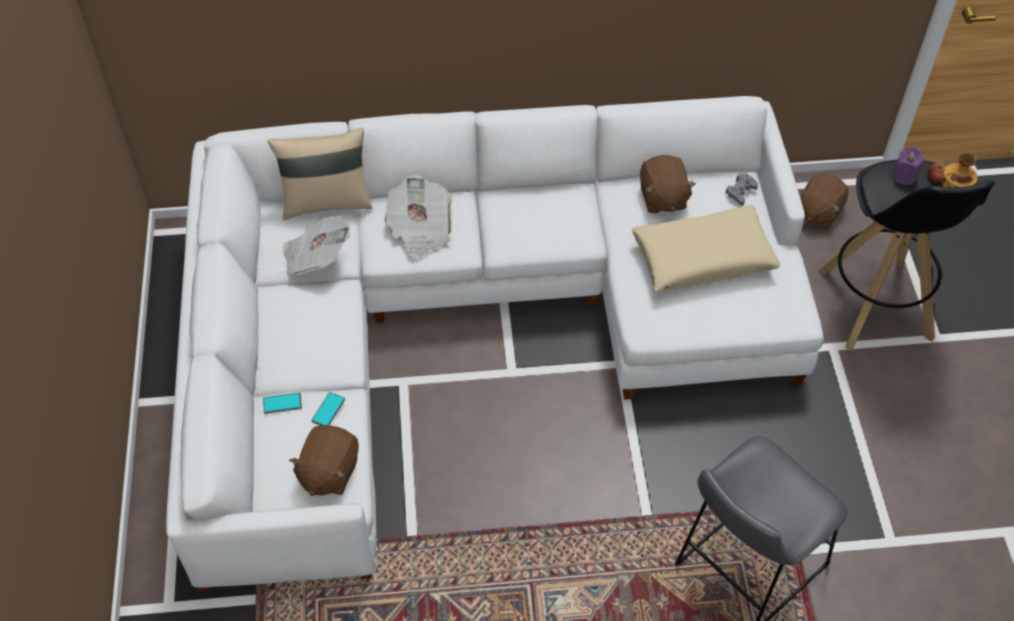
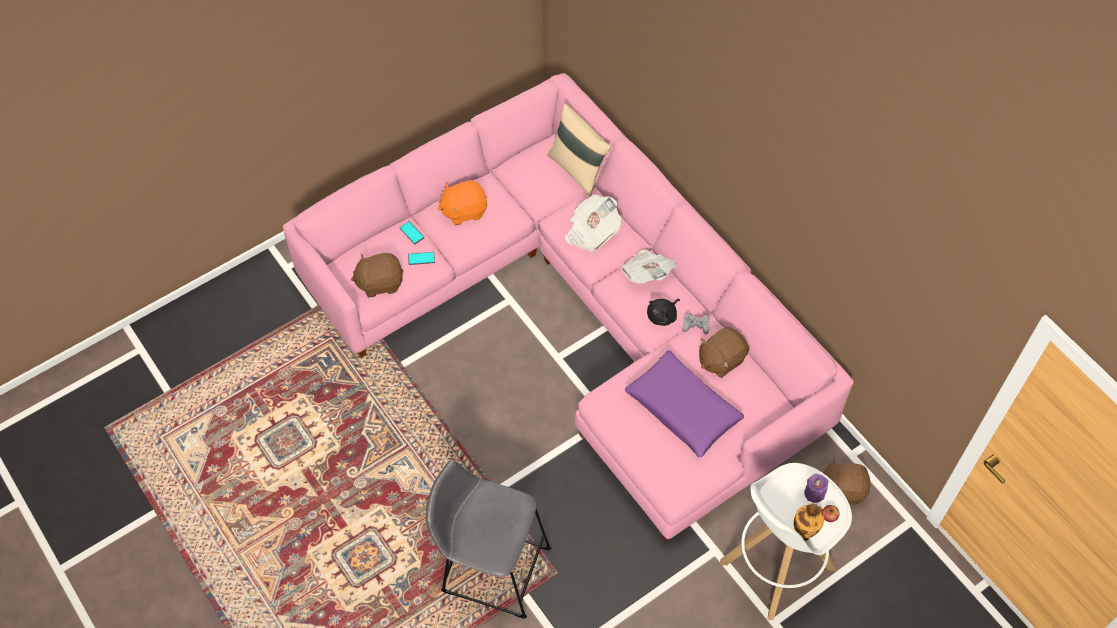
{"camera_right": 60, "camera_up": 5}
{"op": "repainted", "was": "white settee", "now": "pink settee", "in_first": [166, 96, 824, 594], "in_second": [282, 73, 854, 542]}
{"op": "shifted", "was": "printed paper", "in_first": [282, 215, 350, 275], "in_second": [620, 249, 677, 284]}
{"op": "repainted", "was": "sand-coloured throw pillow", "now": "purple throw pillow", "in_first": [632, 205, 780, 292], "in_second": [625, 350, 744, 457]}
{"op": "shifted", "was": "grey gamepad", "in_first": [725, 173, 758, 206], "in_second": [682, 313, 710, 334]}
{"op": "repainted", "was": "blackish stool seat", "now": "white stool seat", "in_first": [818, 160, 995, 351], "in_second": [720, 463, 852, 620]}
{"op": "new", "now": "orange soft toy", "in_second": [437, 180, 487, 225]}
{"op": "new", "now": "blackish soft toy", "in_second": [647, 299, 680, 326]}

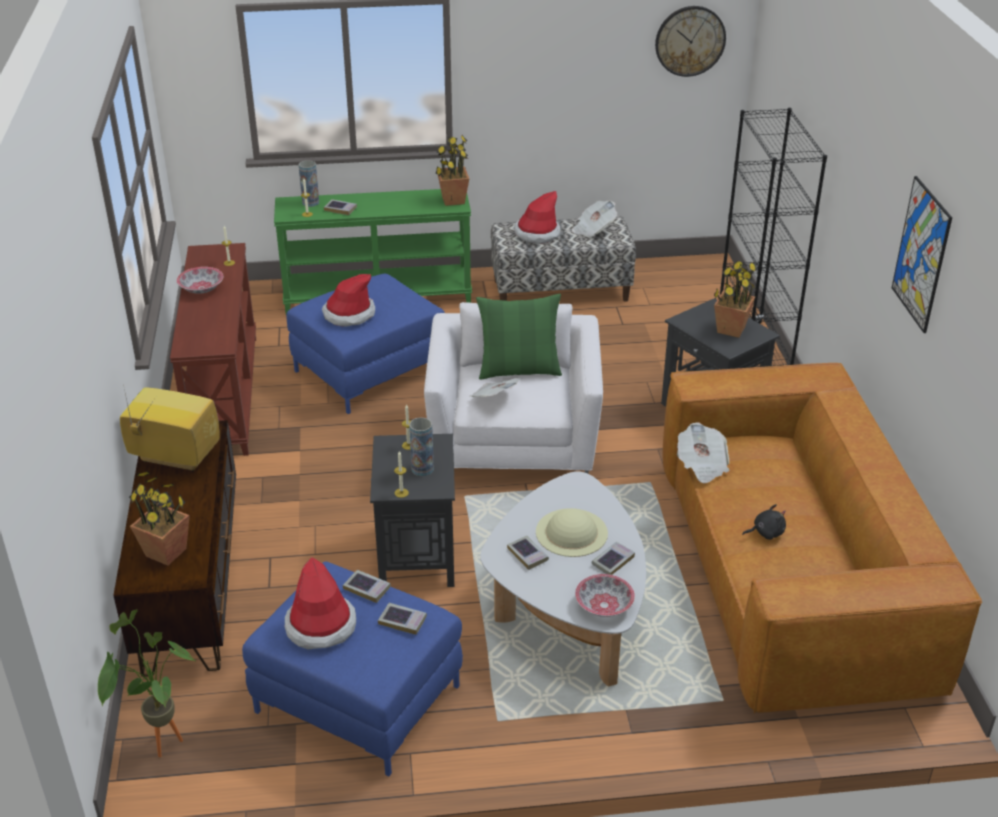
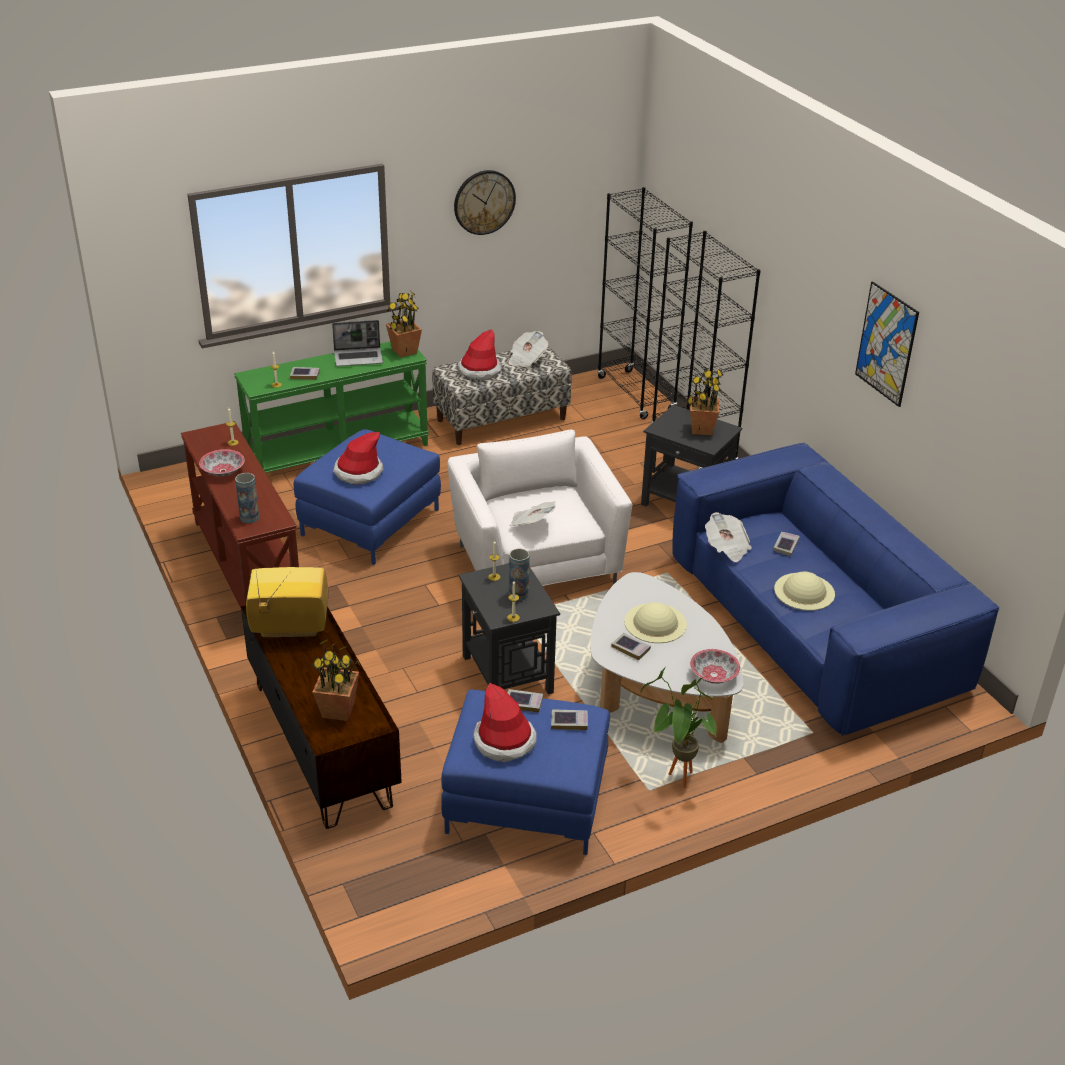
{"camera_right": -20, "camera_up": 0}
{"op": "shifted", "was": "plant in a pot", "in_first": [98, 609, 197, 757], "in_second": [640, 668, 717, 788]}
{"op": "shifted", "was": "vase", "in_first": [299, 160, 319, 207], "in_second": [235, 473, 259, 523]}
{"op": "gone", "was": "greenish throw pillow", "in_first": [476, 294, 562, 379]}
{"op": "shifted", "was": "volume", "in_first": [591, 542, 635, 575], "in_second": [773, 532, 800, 556]}
{"op": "shifted", "was": "clock on the wall", "in_first": [655, 6, 726, 77], "in_second": [454, 170, 516, 235]}
{"op": "repainted", "was": "brown settee", "now": "bluish settee", "in_first": [663, 363, 982, 713], "in_second": [672, 443, 999, 736]}
{"op": "swapped", "was": "blackish soft toy", "now": "sand-coloured wearable hat", "in_first": [742, 504, 786, 540], "in_second": [774, 572, 835, 611]}
{"op": "new", "now": "portable computer", "in_second": [332, 320, 383, 366]}
{"op": "new", "now": "blackish bookshelf", "in_second": [597, 187, 693, 419]}

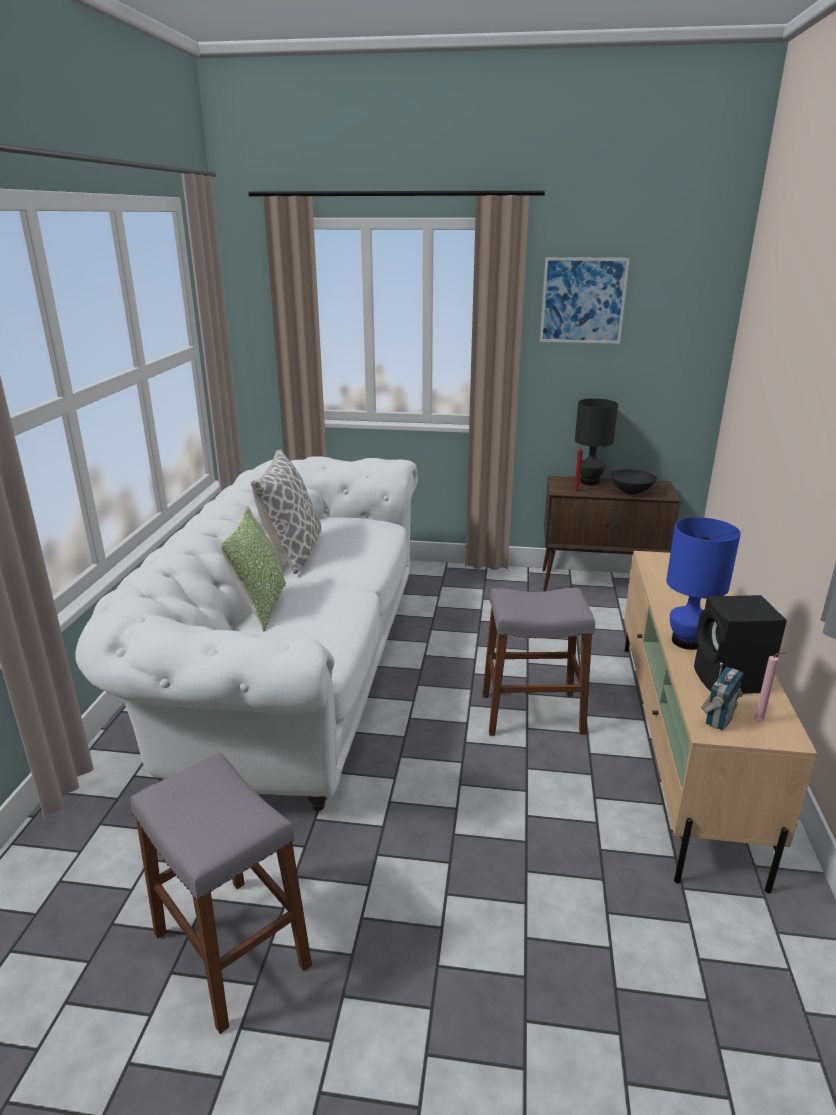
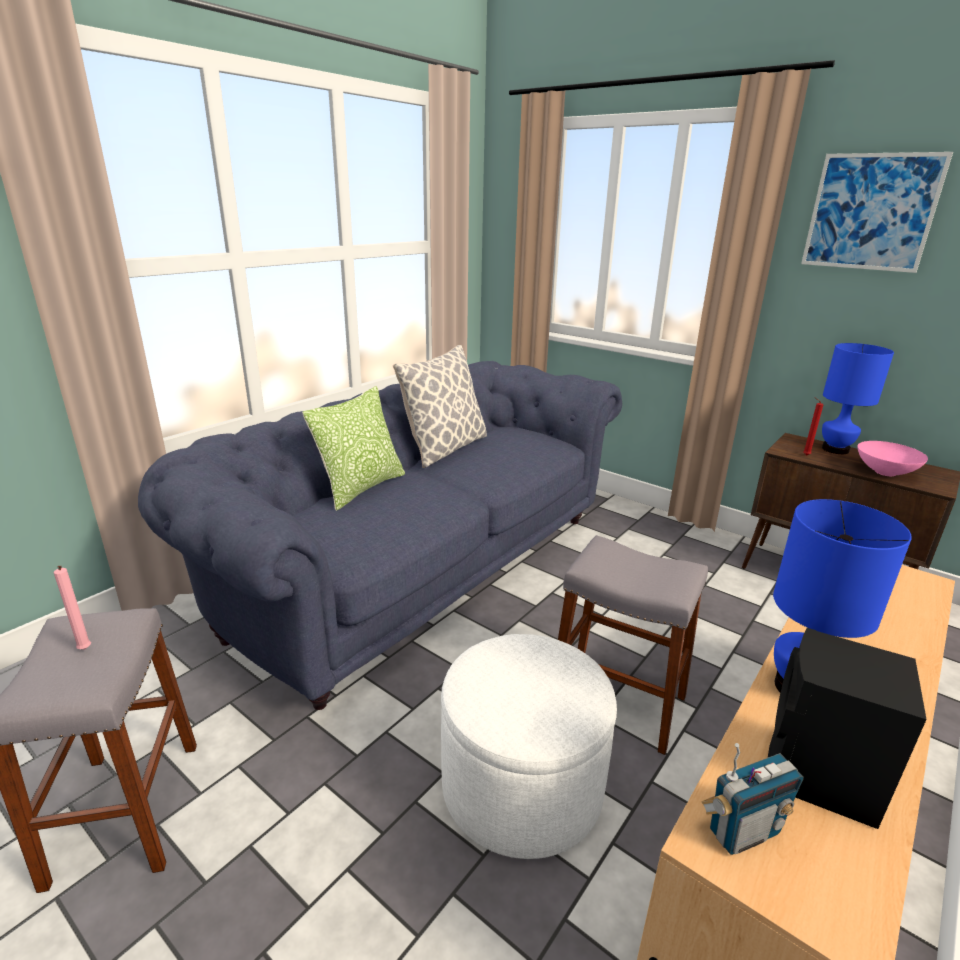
{"camera_right": 30, "camera_up": 0}
{"op": "repainted", "was": "white settee", "now": "bluish settee", "in_first": [75, 456, 418, 811], "in_second": [138, 361, 622, 710]}
{"op": "repainted", "was": "blackish lamp for a table", "now": "bluish lamp for a table", "in_first": [575, 399, 618, 485], "in_second": [822, 343, 894, 454]}
{"op": "repainted", "was": "blackish deep dish", "now": "pink deep dish", "in_first": [610, 469, 657, 495], "in_second": [857, 441, 928, 476]}
{"op": "shifted", "was": "pink wax candle", "in_first": [754, 652, 786, 722], "in_second": [53, 566, 91, 649]}
{"op": "new", "now": "white ottoman", "in_second": [441, 634, 617, 859]}

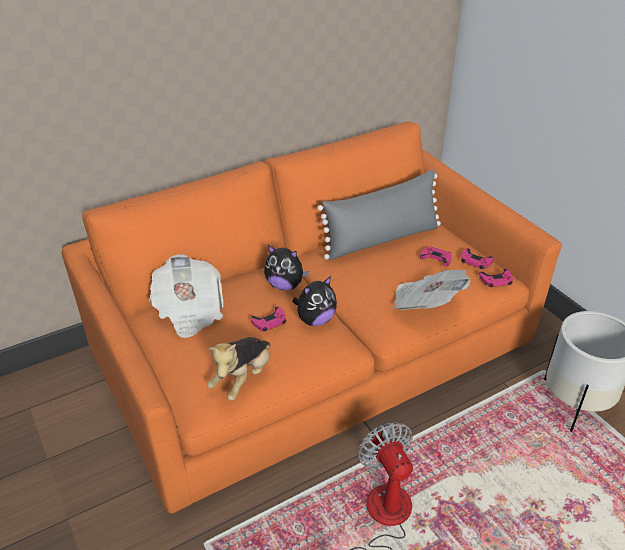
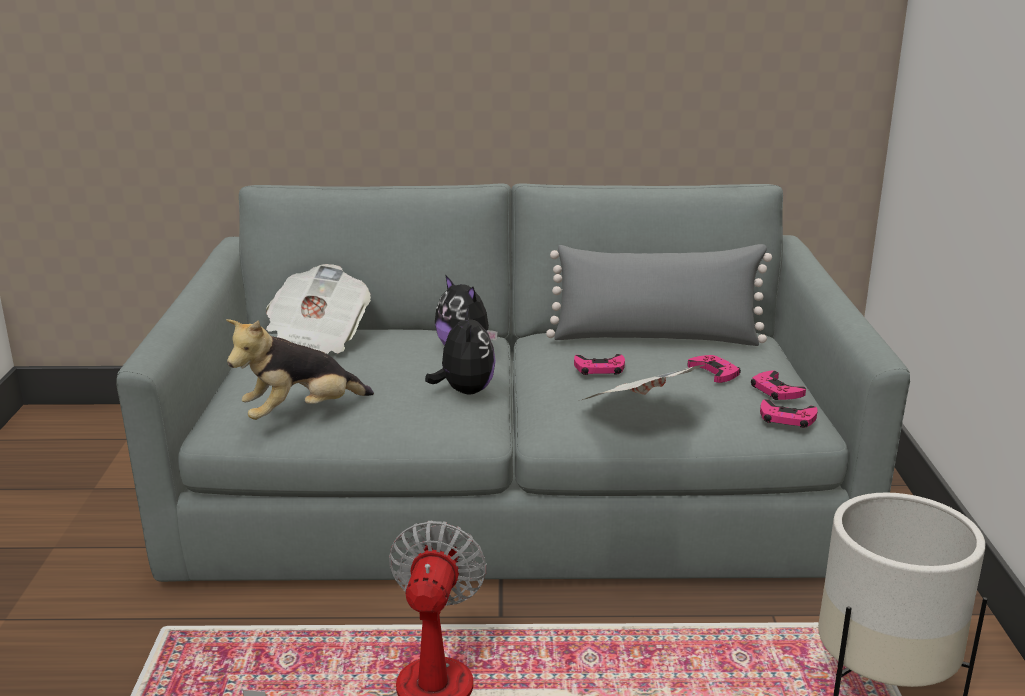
{"camera_right": 30, "camera_up": -15}
{"op": "repainted", "was": "orange settee", "now": "grey settee", "in_first": [62, 121, 562, 513], "in_second": [116, 183, 910, 582]}
{"op": "shifted", "was": "pink gamepad", "in_first": [251, 306, 286, 332], "in_second": [574, 354, 625, 375]}
{"op": "rotated", "was": "soft toy", "in_first": [292, 276, 337, 326], "in_second": [425, 307, 496, 394], "clockwise": -90}

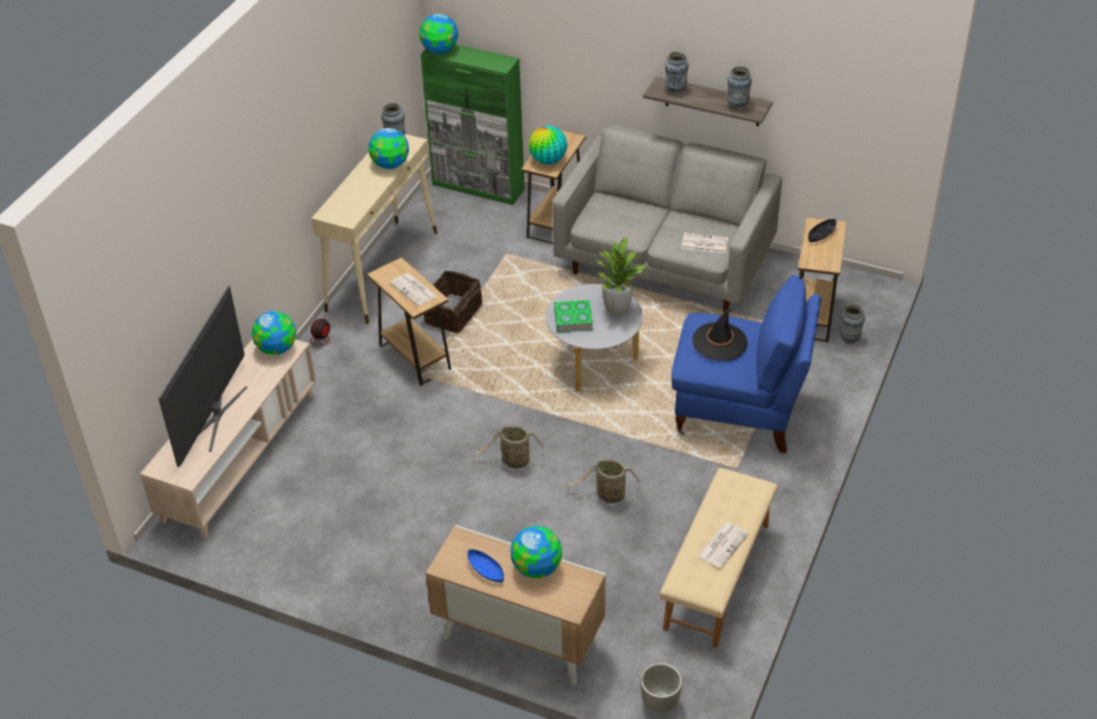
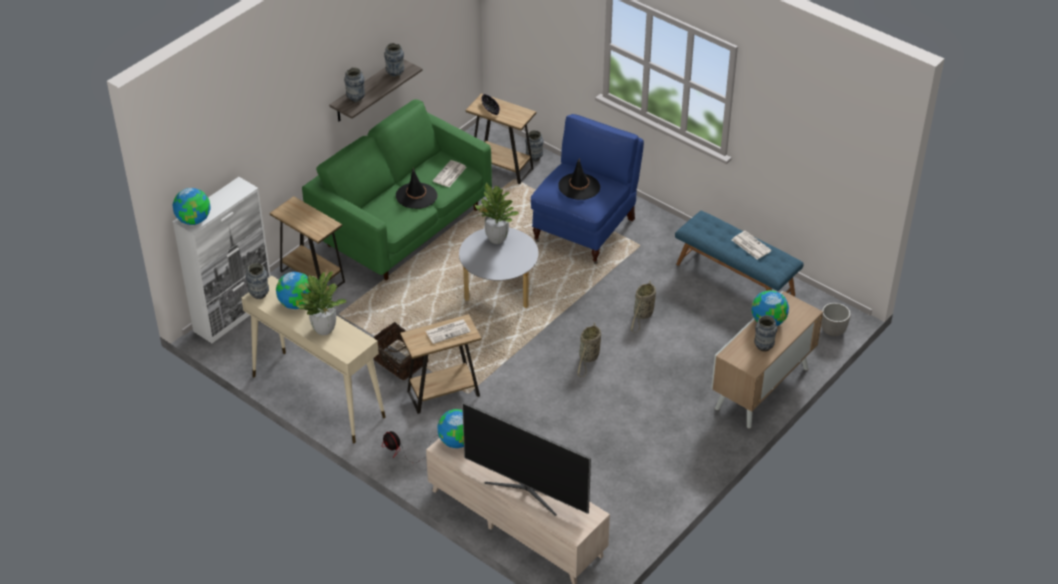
{"camera_right": -75, "camera_up": 0}
{"op": "repainted", "was": "greenish cabinet", "now": "white cabinet", "in_first": [420, 44, 525, 205], "in_second": [173, 177, 271, 343]}
{"op": "swapped", "was": "bluish deep dish", "now": "vase", "in_first": [467, 549, 504, 582], "in_second": [754, 315, 777, 352]}
{"op": "gone", "was": "world globe", "in_first": [529, 126, 567, 164]}
{"op": "repainted", "was": "grey settee", "now": "greenish settee", "in_first": [552, 124, 782, 313], "in_second": [302, 99, 492, 280]}
{"op": "gone", "was": "volume", "in_first": [554, 300, 593, 332]}
{"op": "repainted", "was": "sand-coloured bench", "now": "bluish bench", "in_first": [660, 468, 778, 647], "in_second": [675, 211, 804, 296]}
{"op": "new", "now": "plant in a pot", "in_second": [297, 271, 346, 335]}
{"op": "new", "now": "blackish wearable hat", "in_second": [396, 167, 437, 209]}

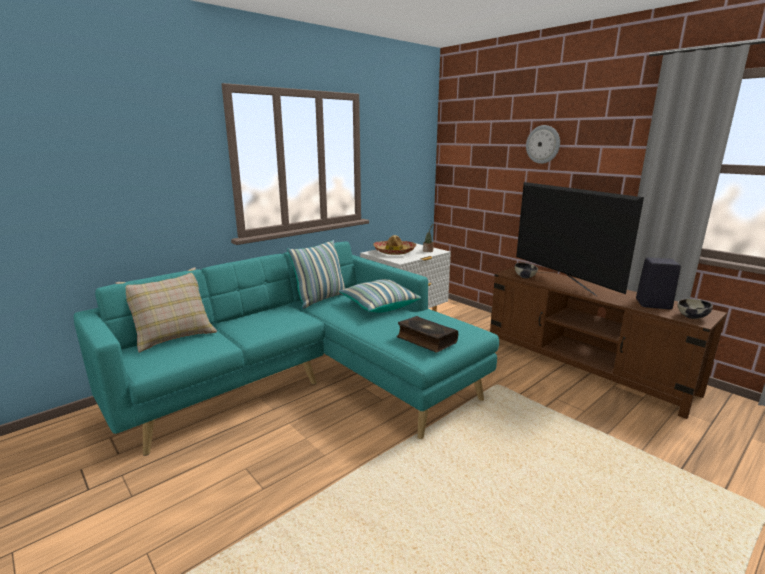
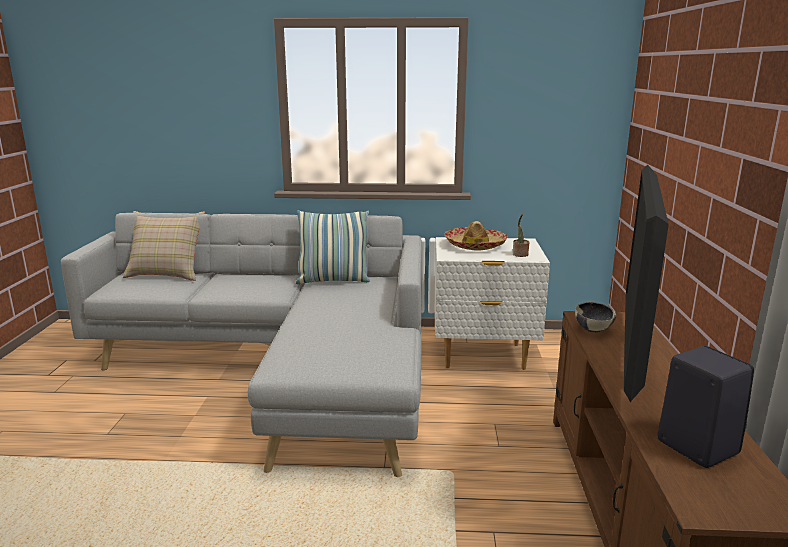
{"camera_right": 45, "camera_up": 0}
{"op": "repainted", "was": "turquoise-coloured settee", "now": "grey settee", "in_first": [73, 241, 499, 456], "in_second": [61, 213, 422, 477]}
{"op": "gone", "was": "throw pillow", "in_first": [339, 279, 421, 313]}
{"op": "gone", "was": "volume", "in_first": [397, 316, 458, 352]}
{"op": "gone", "was": "clock on the wall", "in_first": [526, 125, 560, 164]}
{"op": "gone", "was": "deep dish", "in_first": [678, 299, 713, 319]}

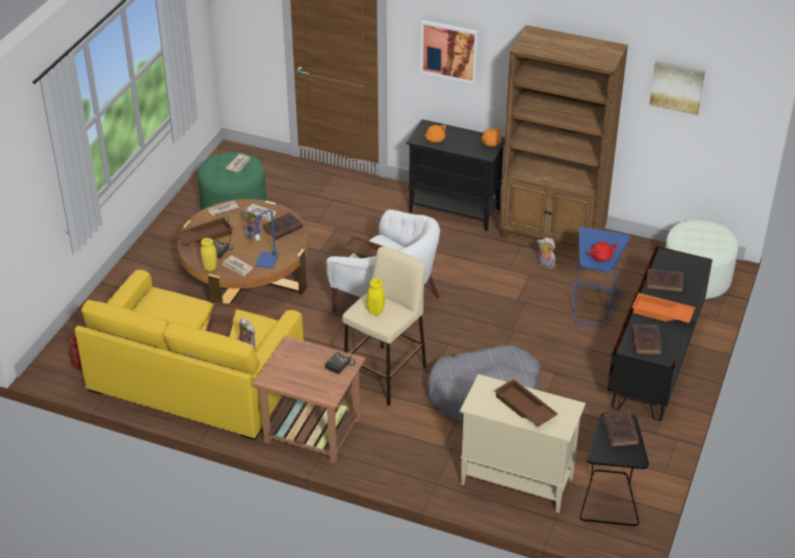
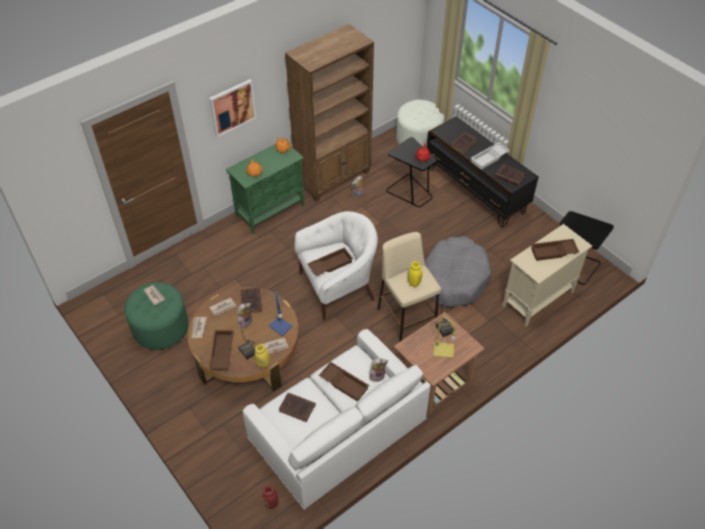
{"camera_right": -60, "camera_up": 10}
{"op": "repainted", "was": "yellow-coloured settee", "now": "white settee", "in_first": [75, 270, 304, 440], "in_second": [242, 329, 431, 509]}
{"op": "repainted", "was": "blackish cabinet", "now": "greenish cabinet", "in_first": [406, 119, 505, 231], "in_second": [226, 144, 304, 234]}
{"op": "repainted", "was": "bluish accent table", "now": "blackish accent table", "in_first": [573, 227, 630, 327], "in_second": [386, 137, 436, 207]}
{"op": "shifted", "was": "brown volume", "in_first": [602, 411, 640, 447], "in_second": [279, 393, 316, 422]}
{"op": "repainted", "was": "orange tray", "now": "white tray", "in_first": [632, 293, 695, 323], "in_second": [471, 142, 510, 170]}
{"op": "gone", "was": "wall picture", "in_first": [649, 61, 705, 115]}
{"op": "new", "now": "yellow-coloured lamp for a table", "in_second": [433, 316, 456, 358]}

